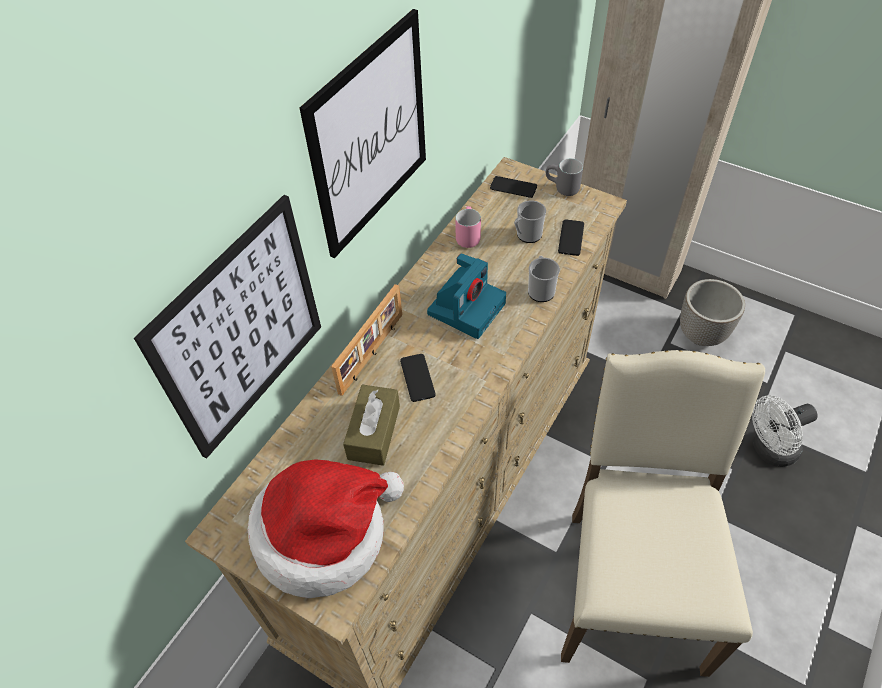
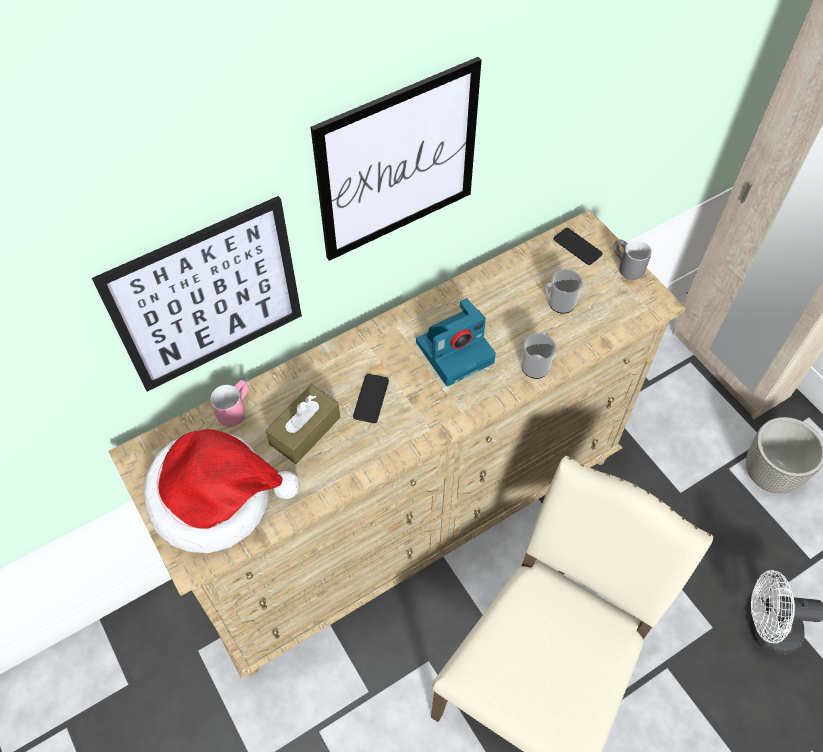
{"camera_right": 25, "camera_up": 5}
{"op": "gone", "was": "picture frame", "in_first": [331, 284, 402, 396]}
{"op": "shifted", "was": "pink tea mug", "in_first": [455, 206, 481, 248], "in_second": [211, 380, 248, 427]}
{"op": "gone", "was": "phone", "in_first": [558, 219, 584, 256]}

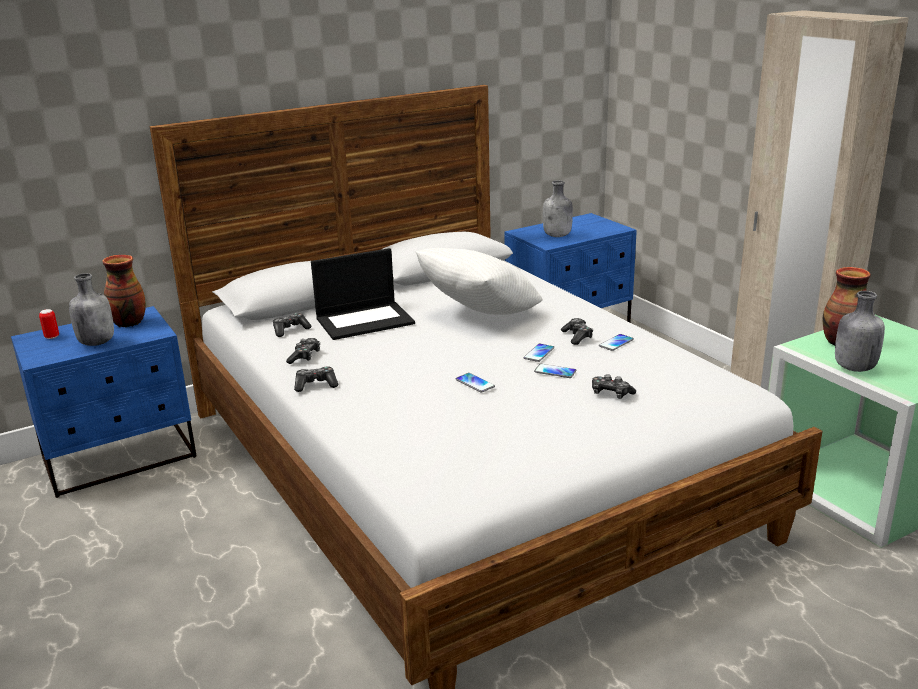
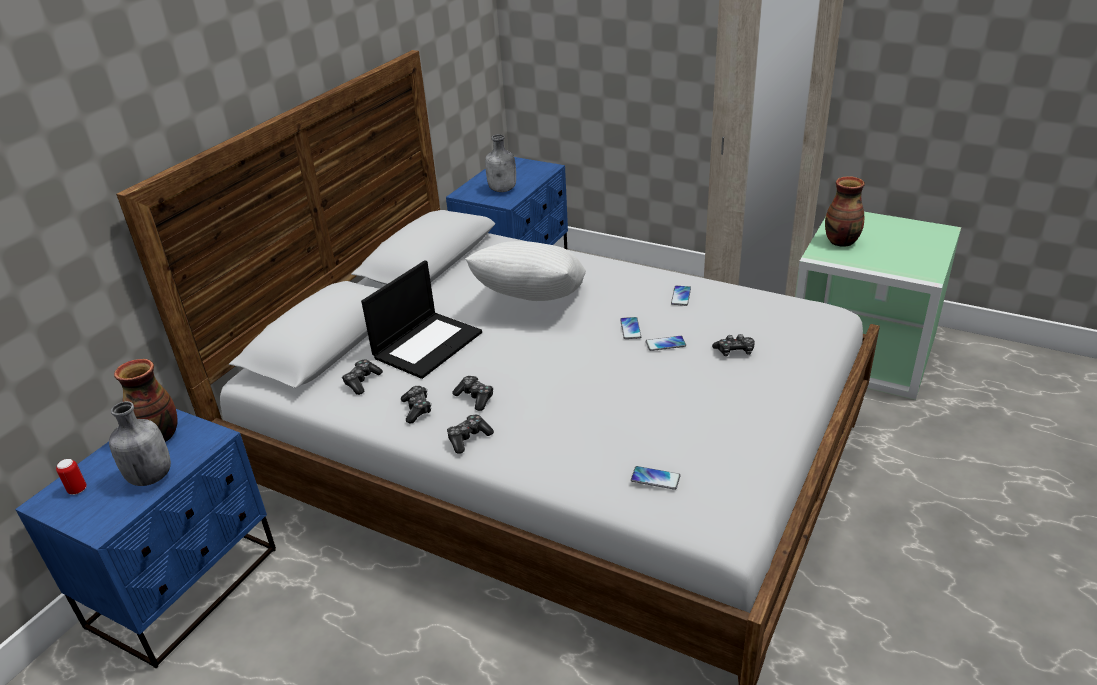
{"camera_right": -30, "camera_up": 10}
{"op": "shifted", "was": "phone", "in_first": [456, 373, 495, 393], "in_second": [631, 466, 681, 490]}
{"op": "shifted", "was": "gamepad", "in_first": [561, 318, 593, 345], "in_second": [452, 376, 493, 411]}
{"op": "gone", "was": "grey drink bottle", "in_first": [835, 291, 885, 372]}

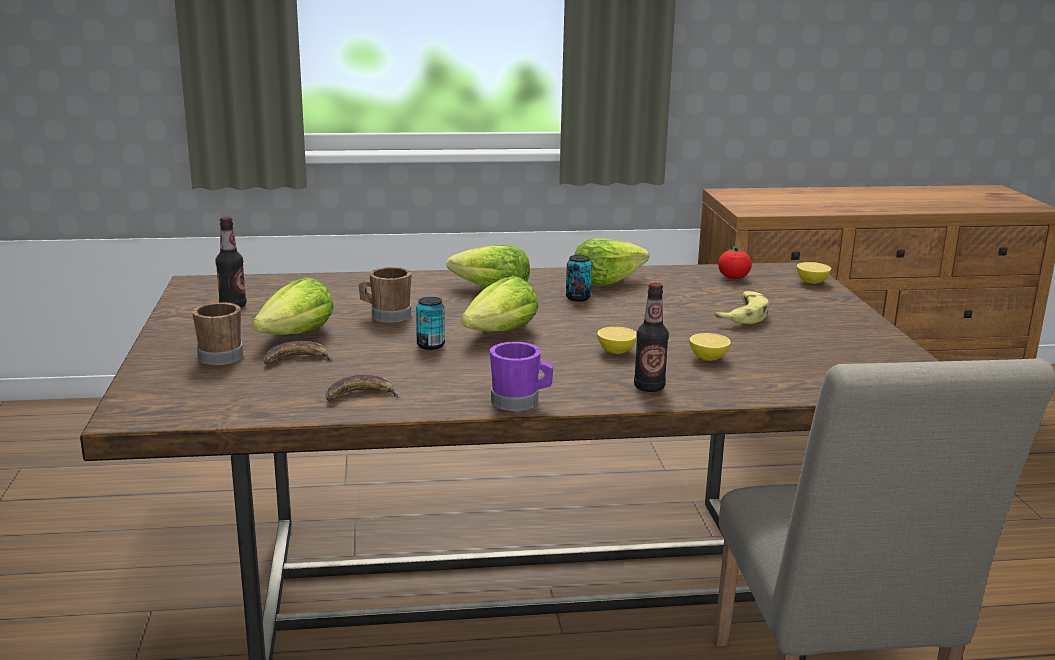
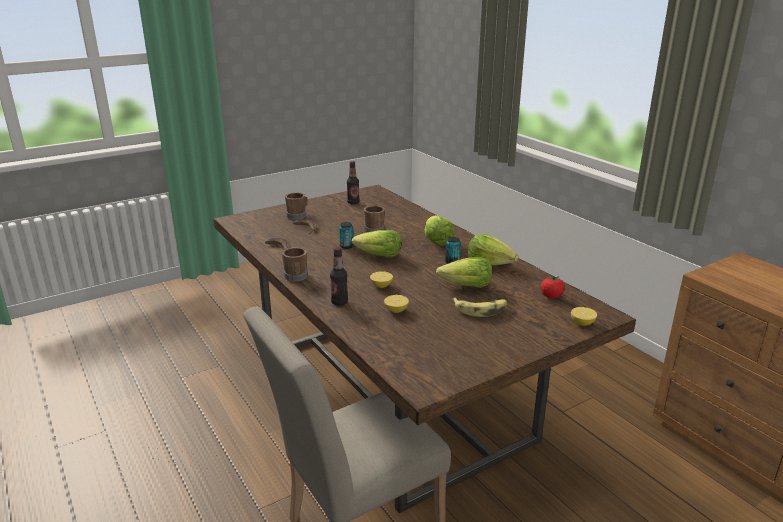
{"camera_right": 65, "camera_up": 5}
{"op": "shifted", "was": "head of lettuce", "in_first": [252, 277, 334, 335], "in_second": [436, 257, 492, 288]}
{"op": "repainted", "was": "purple tea mug", "now": "brown tea mug", "in_first": [490, 342, 554, 411], "in_second": [282, 247, 308, 282]}

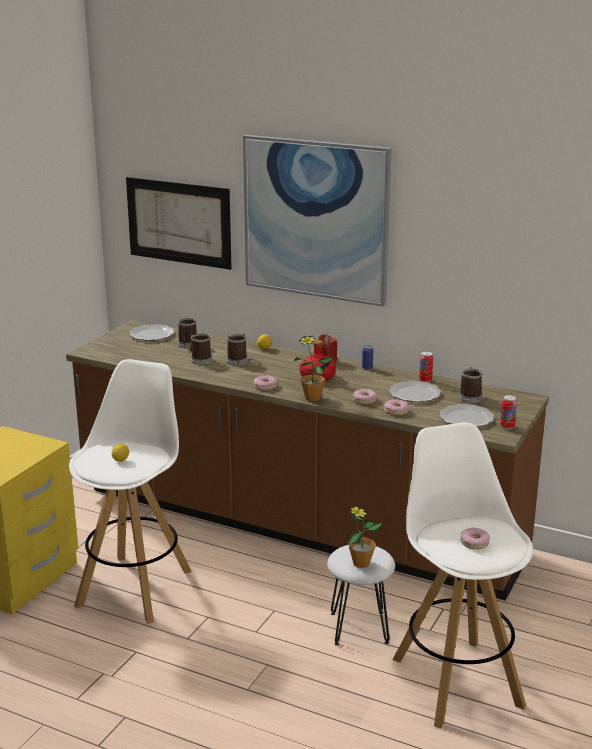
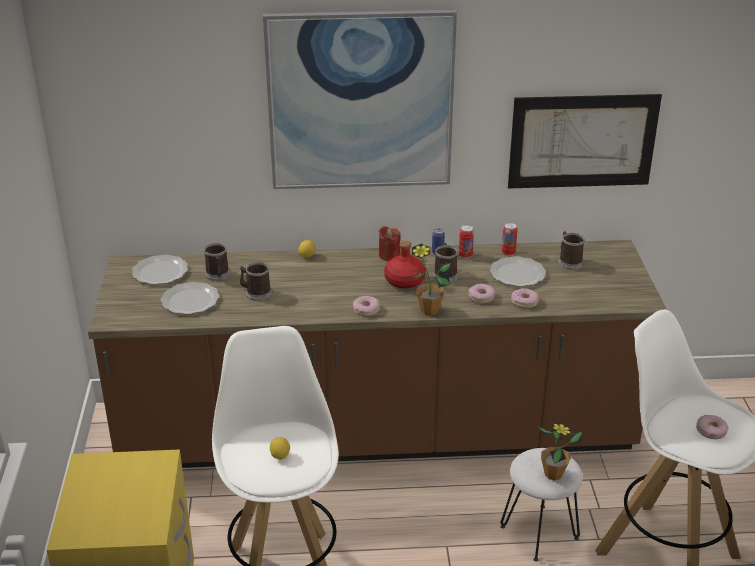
{"camera_right": -30, "camera_up": 10}
{"op": "shifted", "was": "wall picture", "in_first": [126, 177, 232, 270], "in_second": [508, 94, 662, 189]}
{"op": "shifted", "was": "tea mug", "in_first": [227, 334, 248, 365], "in_second": [433, 243, 458, 283]}
{"op": "shifted", "was": "dinner plate", "in_first": [440, 404, 494, 427], "in_second": [161, 282, 220, 314]}
{"op": "shifted", "was": "metal can", "in_first": [500, 395, 517, 429], "in_second": [459, 225, 474, 258]}

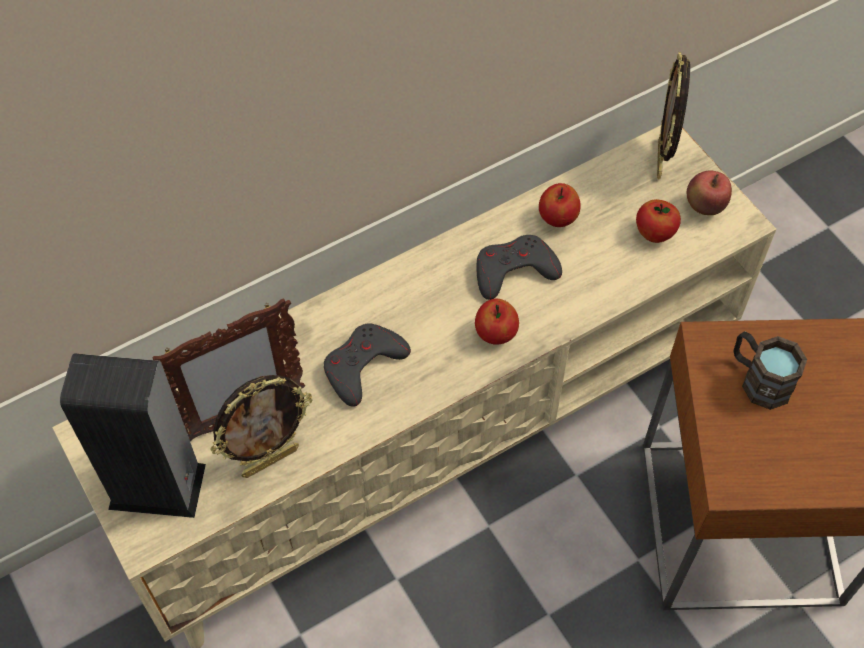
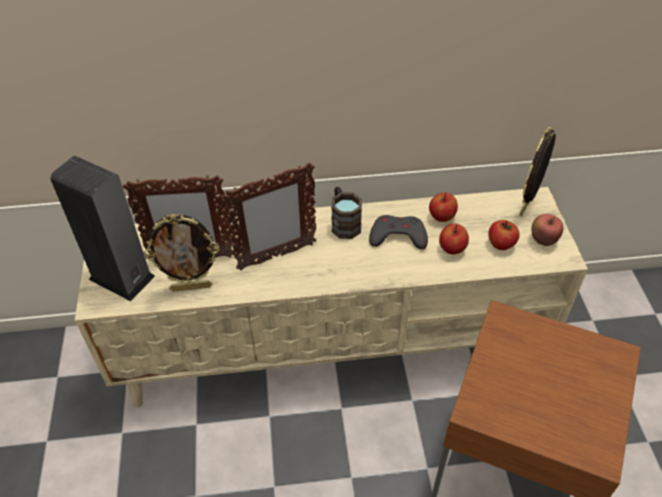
{"camera_right": 25, "camera_up": -10}
{"op": "swapped", "was": "grey gamepad", "now": "picture frame", "in_first": [324, 323, 411, 407], "in_second": [221, 163, 317, 271]}
{"op": "shifted", "was": "apple", "in_first": [475, 299, 519, 345], "in_second": [439, 224, 469, 254]}
{"op": "shifted", "was": "brown tea mug", "in_first": [734, 331, 807, 410], "in_second": [331, 187, 362, 239]}

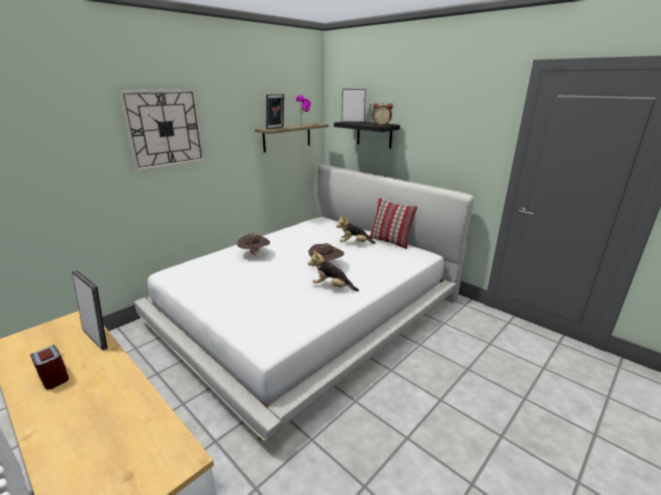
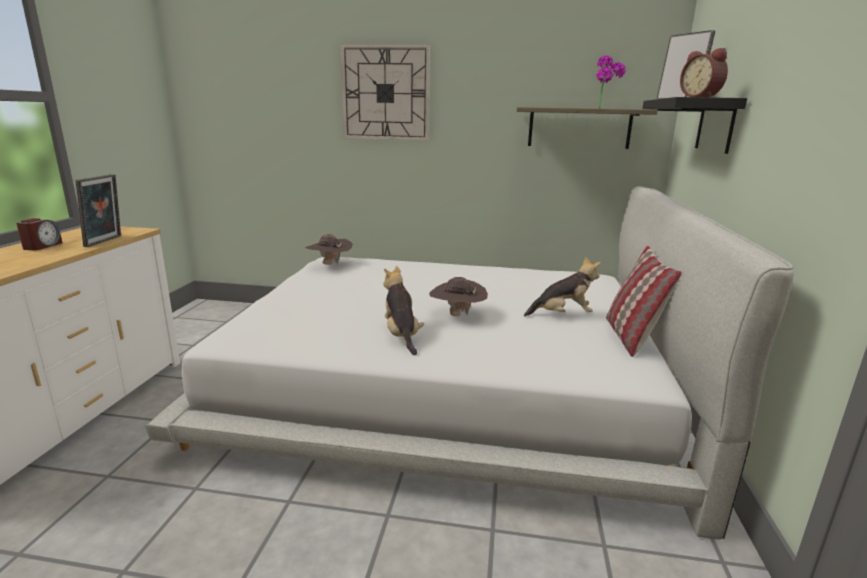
{"camera_right": 55, "camera_up": -5}
{"op": "shifted", "was": "brown wearable hat", "in_first": [237, 234, 270, 255], "in_second": [305, 234, 353, 265]}
{"op": "gone", "was": "picture frame", "in_first": [266, 94, 284, 130]}
{"op": "rotated", "was": "soft toy", "in_first": [336, 216, 376, 244], "in_second": [524, 257, 601, 317], "clockwise": 120}

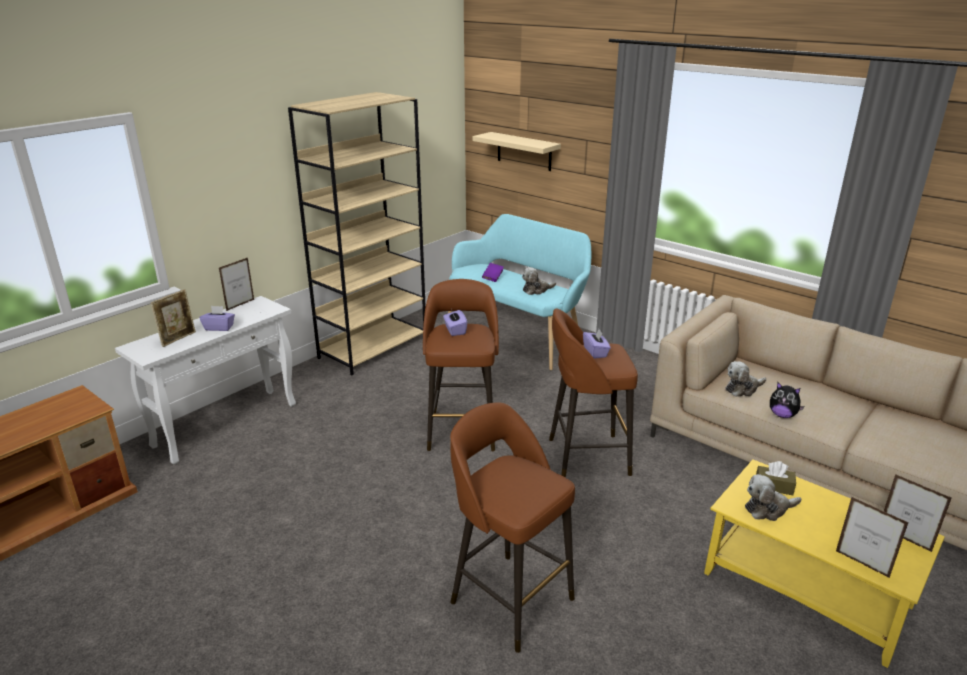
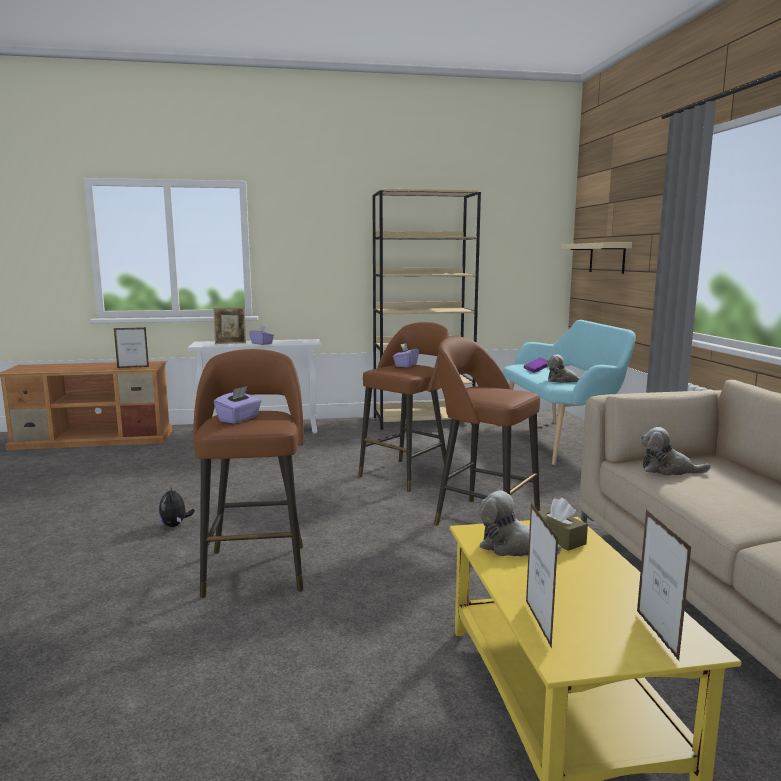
{"camera_right": 40, "camera_up": -15}
{"op": "shifted", "was": "picture frame", "in_first": [219, 258, 254, 311], "in_second": [114, 327, 149, 368]}
{"op": "shifted", "was": "purple box of tissues", "in_first": [583, 329, 611, 359], "in_second": [214, 386, 261, 424]}
{"op": "shifted", "was": "soft toy", "in_first": [770, 382, 804, 418], "in_second": [159, 485, 195, 527]}

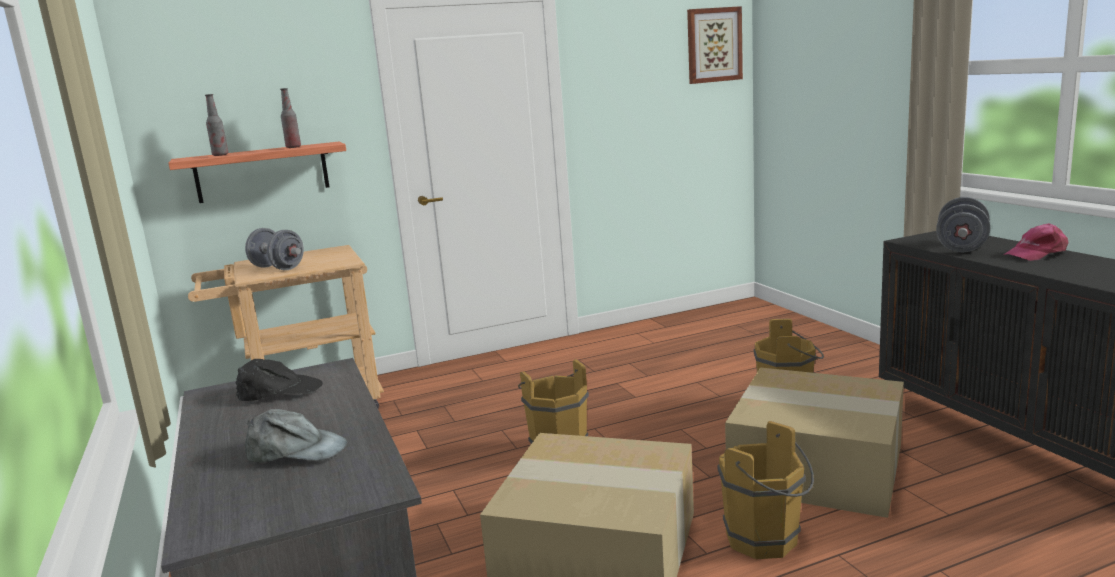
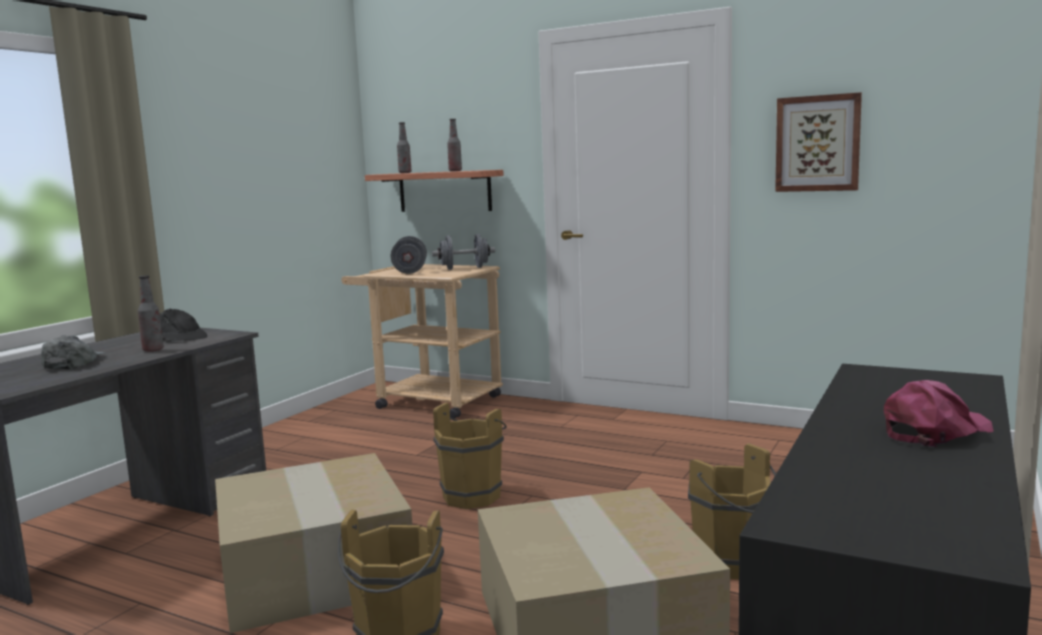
{"camera_right": 50, "camera_up": -5}
{"op": "rotated", "was": "grey cap", "in_first": [244, 409, 347, 463], "in_second": [41, 335, 106, 369], "clockwise": -150}
{"op": "shifted", "was": "wall picture", "in_first": [687, 6, 743, 84], "in_second": [775, 92, 862, 192]}
{"op": "shifted", "was": "grey free weight", "in_first": [936, 197, 990, 252], "in_second": [432, 234, 495, 270]}
{"op": "rotated", "was": "pink cap", "in_first": [1005, 223, 1068, 261], "in_second": [884, 380, 994, 447], "clockwise": 120}
{"op": "new", "now": "drink bottle", "in_second": [138, 275, 164, 352]}

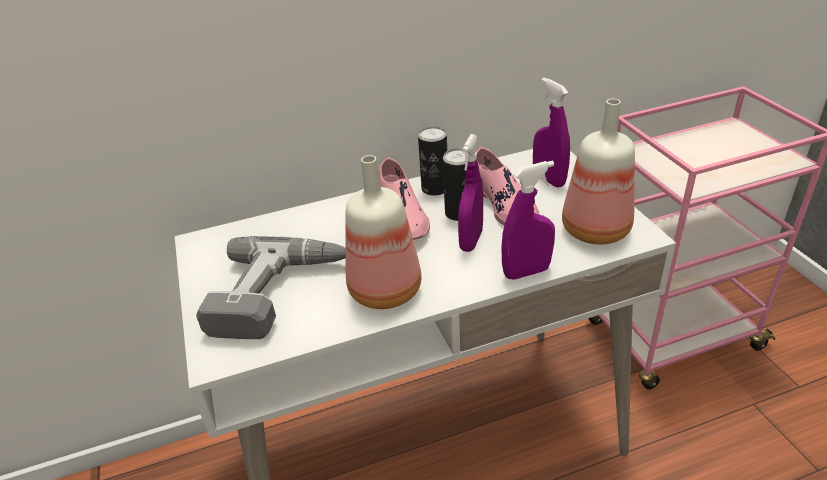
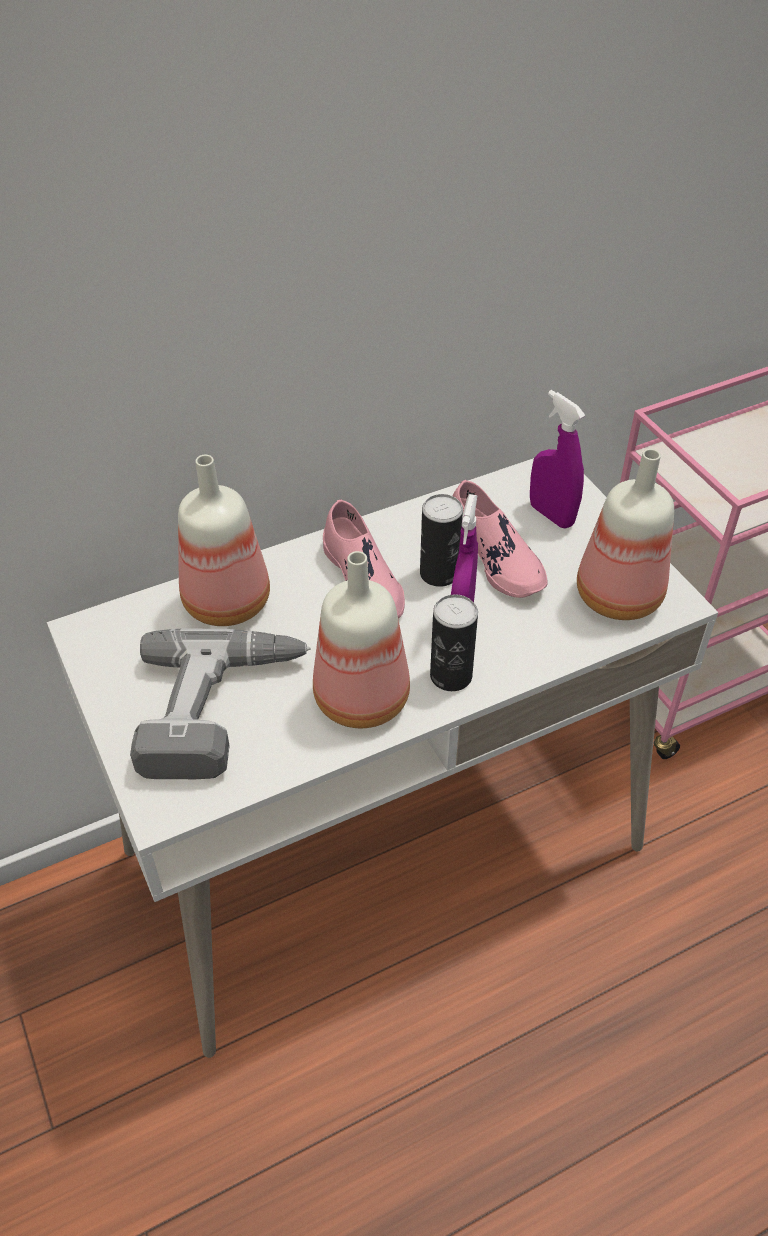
{"camera_right": -10, "camera_up": 10}
{"op": "shifted", "was": "metal can", "in_first": [418, 126, 447, 196], "in_second": [430, 594, 478, 691]}
{"op": "gone", "was": "purple sprayer", "in_first": [501, 161, 555, 280]}
{"op": "new", "now": "drink bottle", "in_second": [178, 455, 270, 626]}

